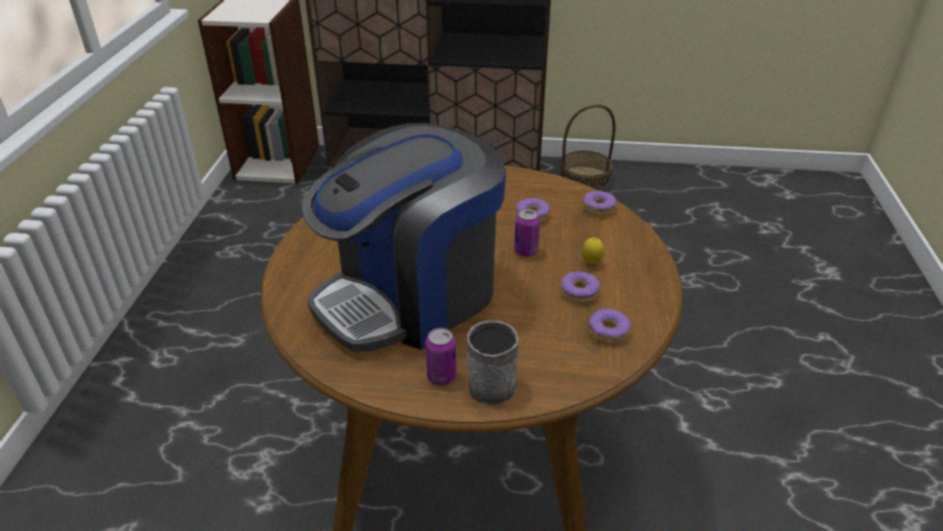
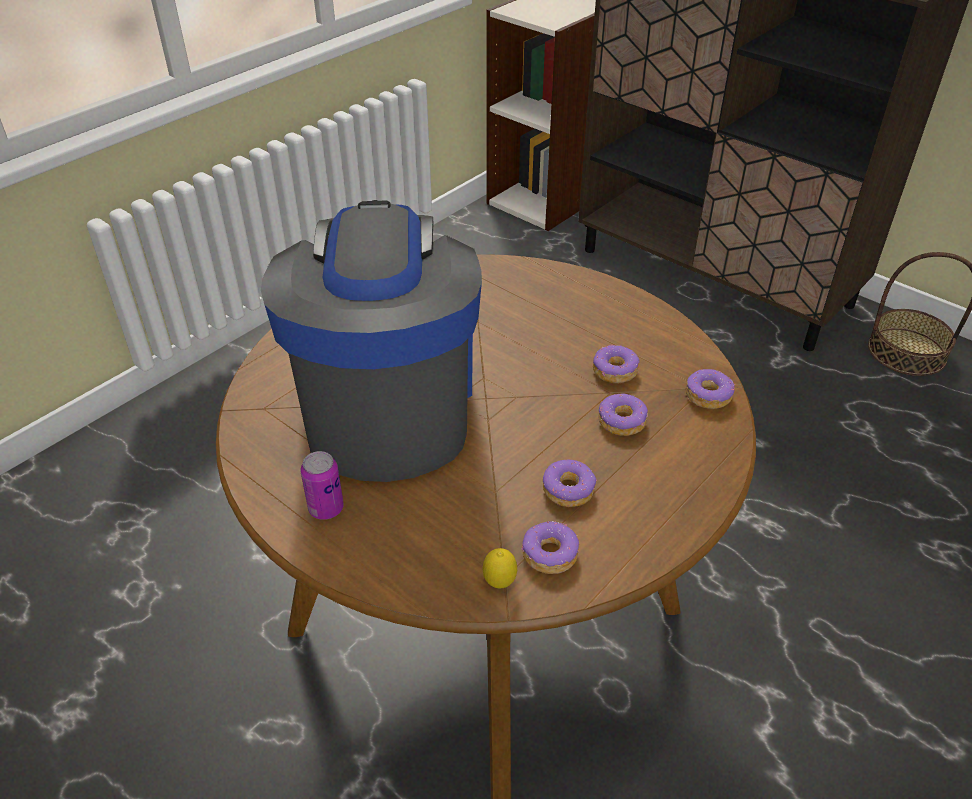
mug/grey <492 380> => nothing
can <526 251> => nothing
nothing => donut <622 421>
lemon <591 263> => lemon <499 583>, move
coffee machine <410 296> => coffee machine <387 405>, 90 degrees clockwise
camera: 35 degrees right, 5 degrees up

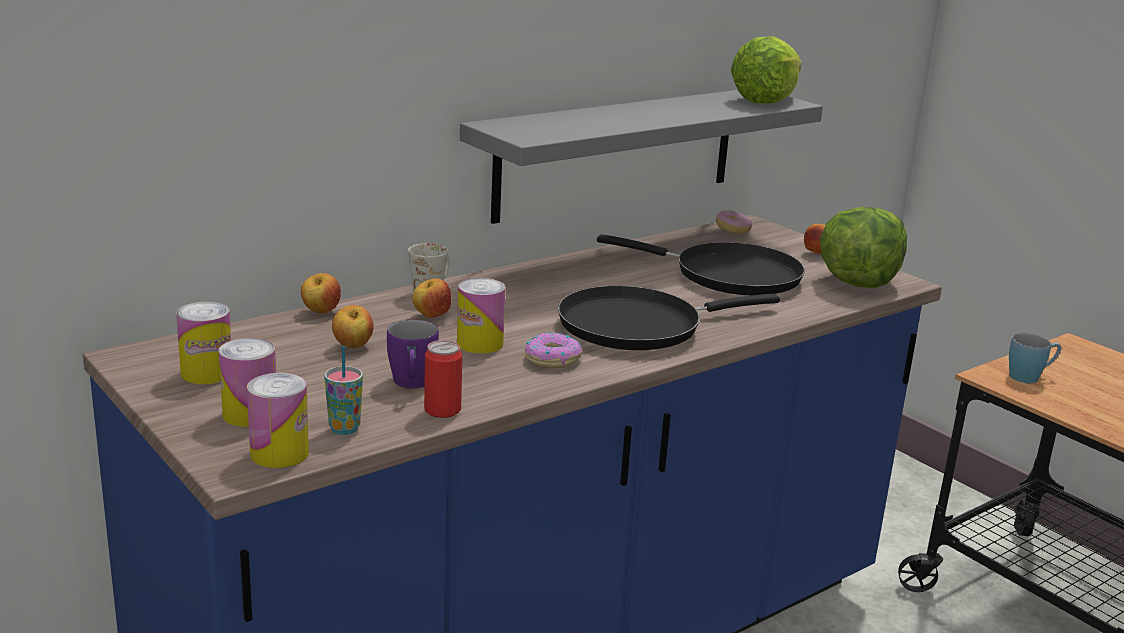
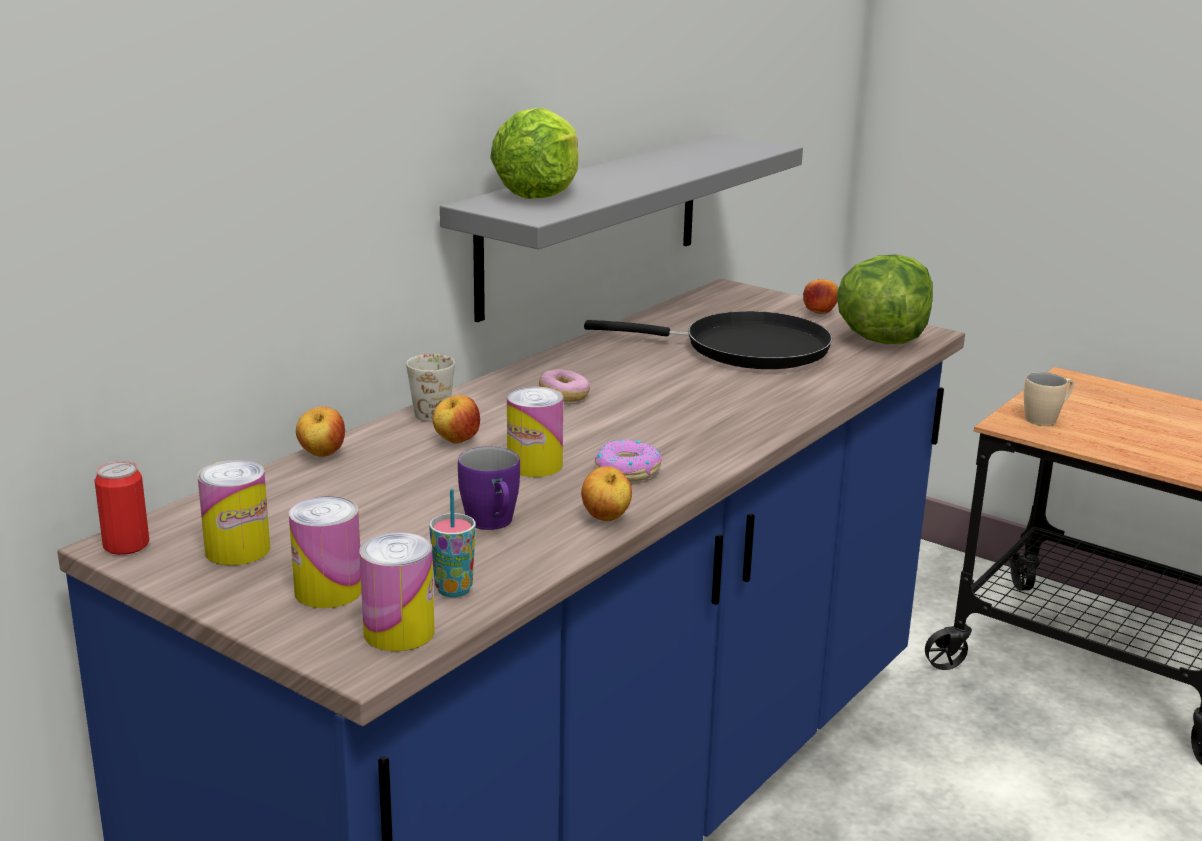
frying pan/black <638 326> => nothing
apple <353 347> => apple <606 519>, move
can <442 410> => can <126 545>, move
donut <732 230> => donut <564 396>, move
lettuce <766 100> => lettuce <540 192>, move
mug/blue <1030 377> => mug/beige <1046 418>
camera: 15 degrees left, 0 degrees up

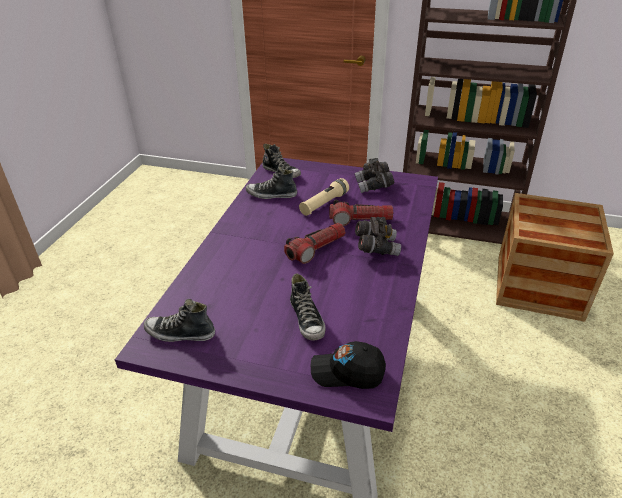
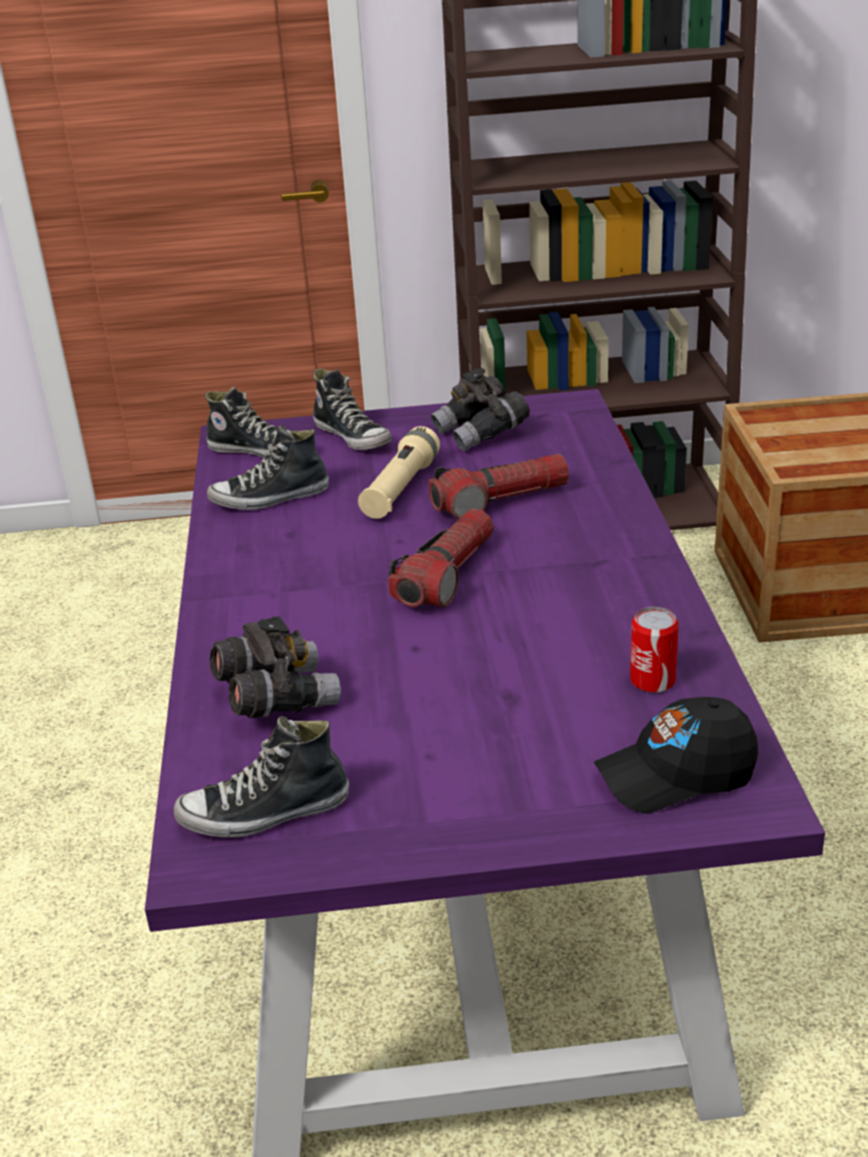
nothing => can <652 680>
shoe <307 320> => shoe <353 437>, move
binoculars/grey <376 247> => binoculars/grey <276 698>, move
camera: 20 degrees left, 5 degrees down

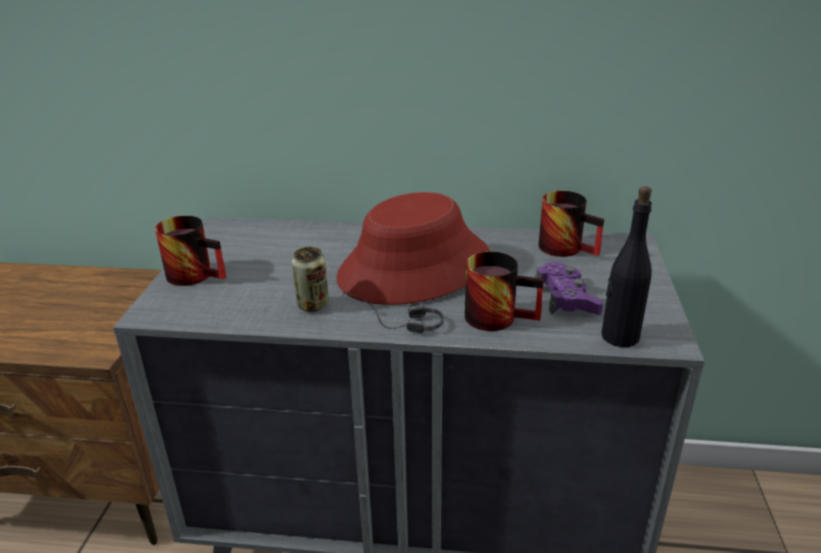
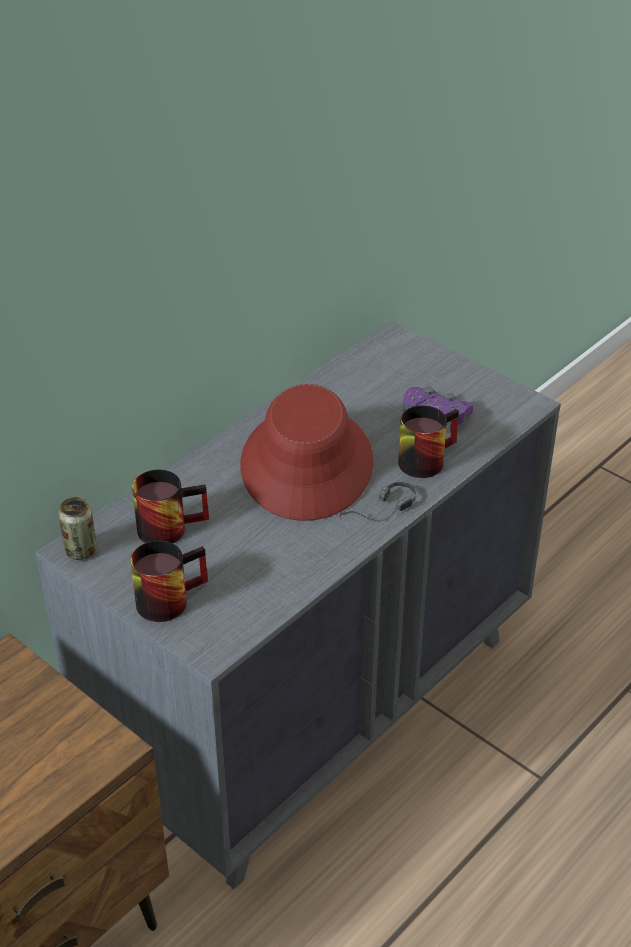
bottle/black <619 336> => nothing
can <313 305> => can <81 551>, move
mug <568 247> => mug <169 525>, move
camera: 55 degrees left, 10 degrees up

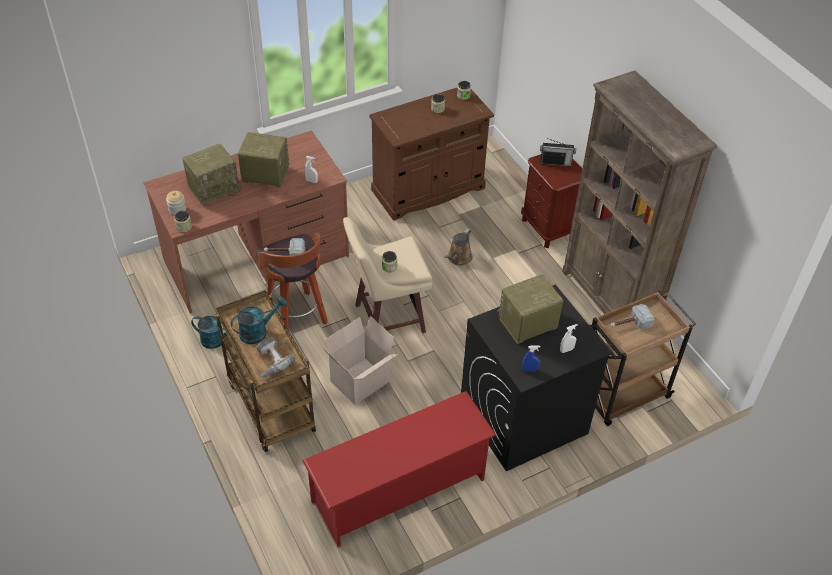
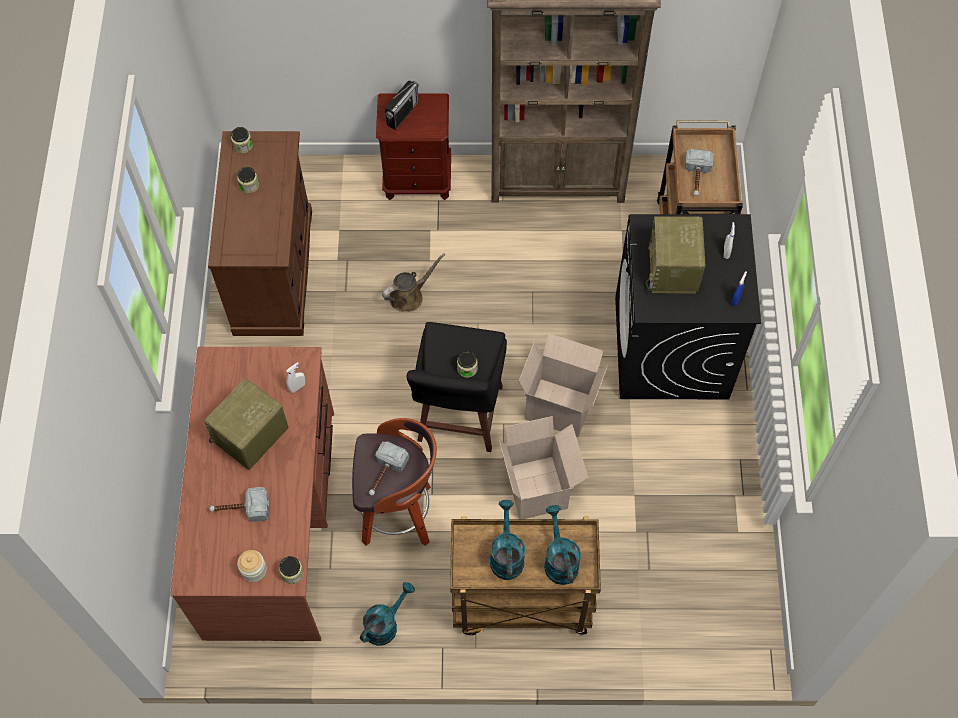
shoe rack/red <399 490> => nothing
nothing => cardboard box <561 406>
radio <214 188> => hammer <240 509>
power drill <270 361> => watering can/turquoise <559 559>
stool/beige <387 318> => stool/black <458 416>
watering can/brown <458 258> => watering can/brown <409 296>, 90 degrees counterclockwise
camera: 60 degrees left, 15 degrees up

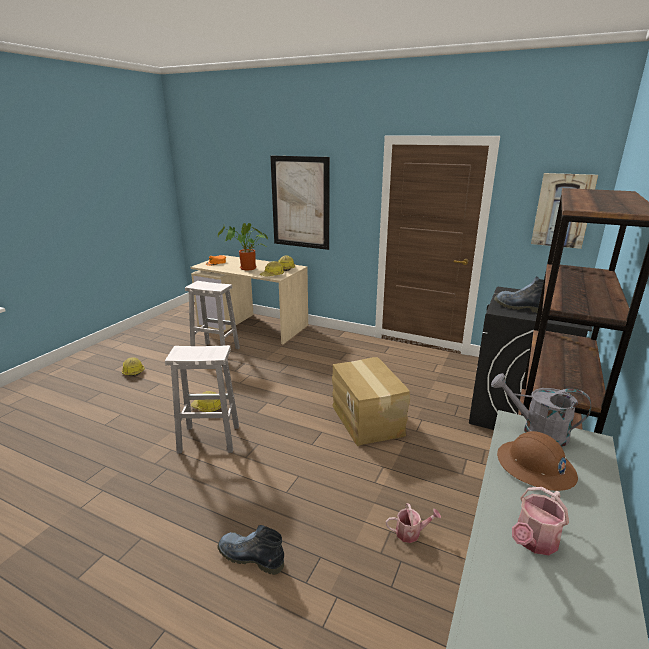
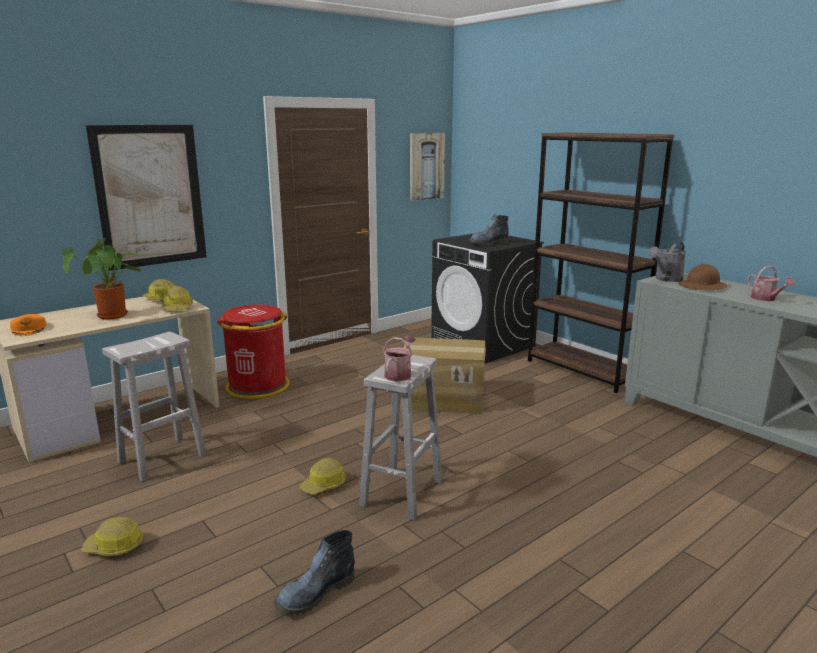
nothing => trash can/red <257 386>
boot <250 556> => boot <315 594>, move
watering can <411 533> => watering can <399 374>, move
camera: 65 degrees left, 5 degrees down

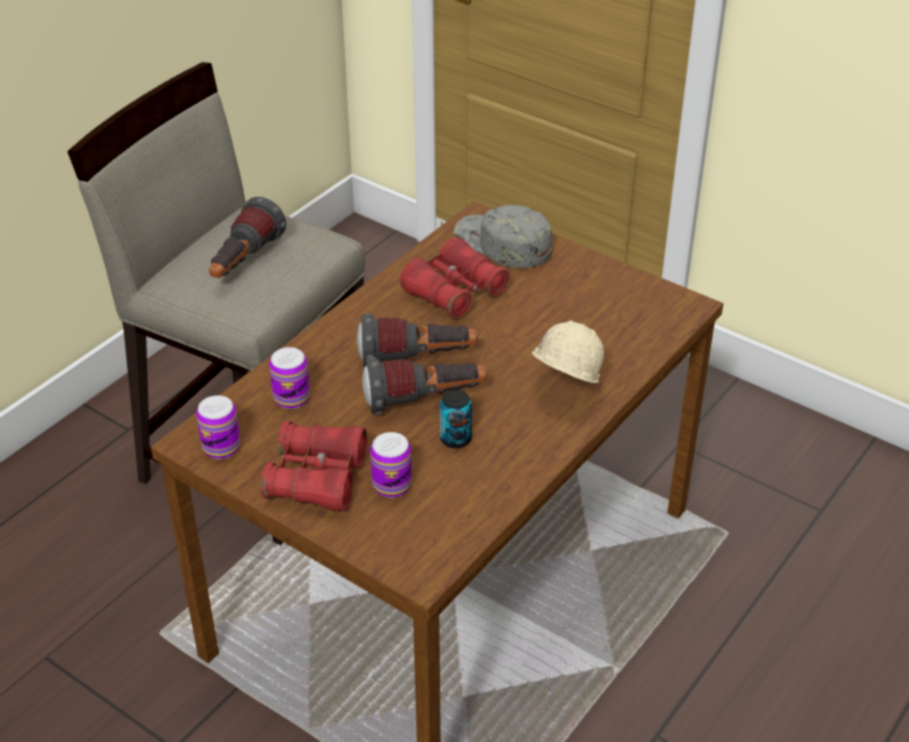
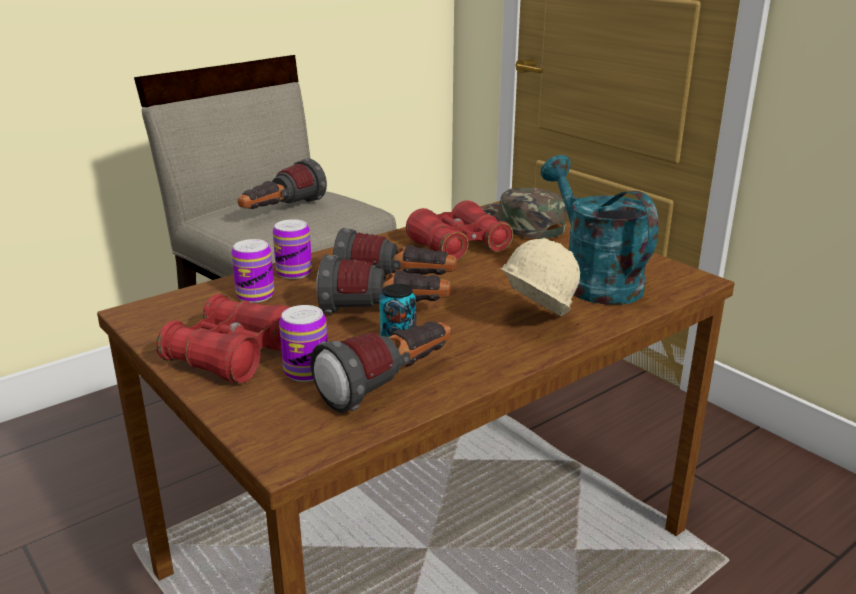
nothing => flashlight <390 385>
nothing => watering can/turquoise <593 280>
can <221 447> => can <294 272>, move
cap/grey <502 244> => cap/green <520 223>
camera: 15 degrees right, 15 degrees down

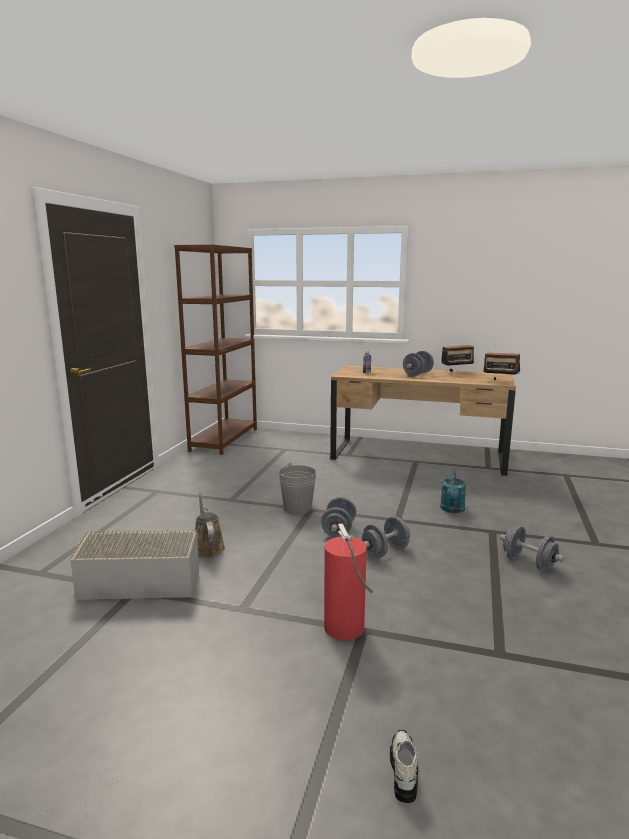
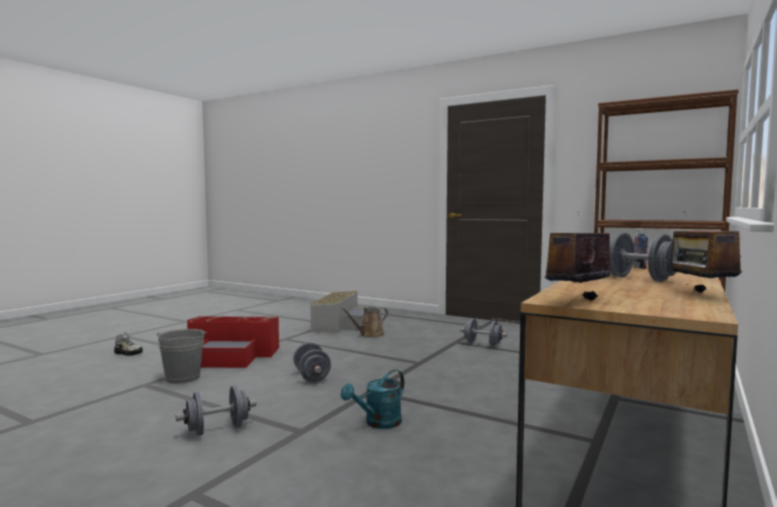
bucket/grey <297 507> => bucket/grey <183 378>, move
dumbbell/grey <338 530> => dumbbell/grey <482 344>, move
fire extinguisher <344 628> => storage box/red <233 355>
watering can/brown <207 547> => watering can/brown <369 335>, 150 degrees clockwise
watering can/turquoise <452 510> => watering can/turquoise <378 423>, 75 degrees counterclockwise
camera: 105 degrees right, 10 degrees down

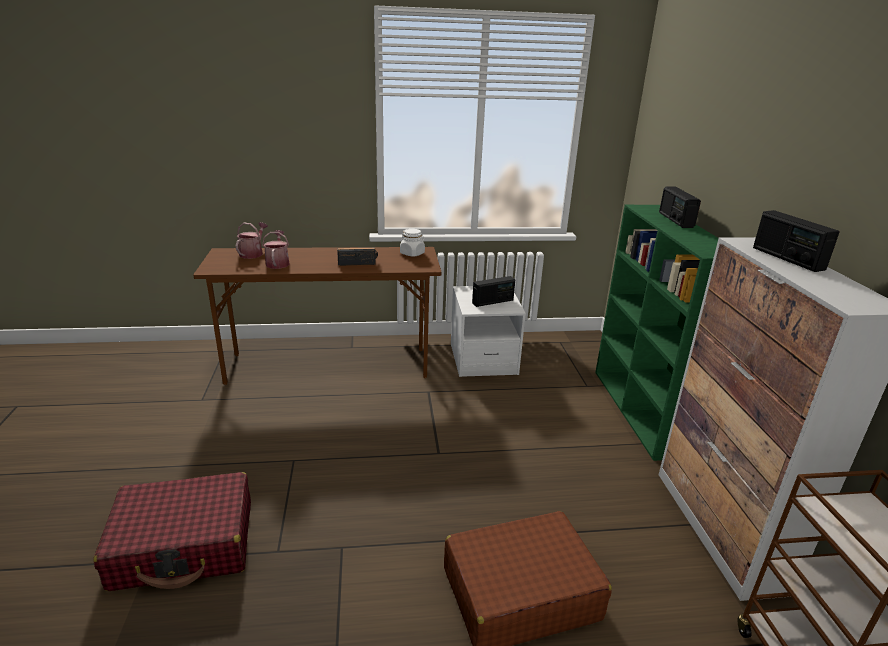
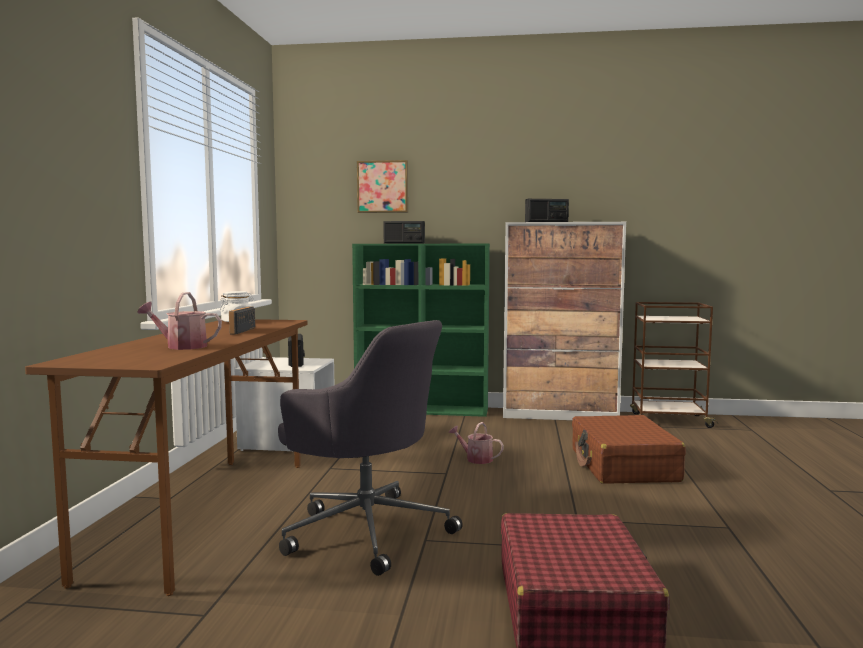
nothing => office chair/grey <366 530>
nothing => picture <383 187>
watering can <253 253> => watering can <476 459>, move
camera: 75 degrees left, 20 degrees down

